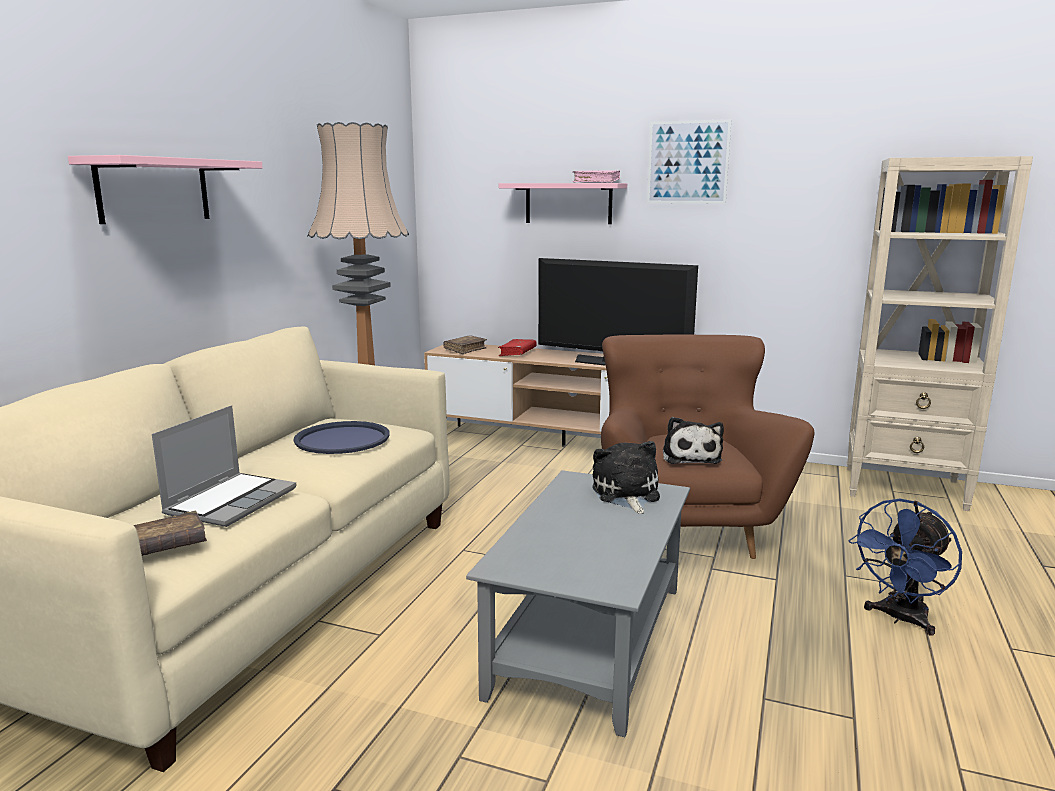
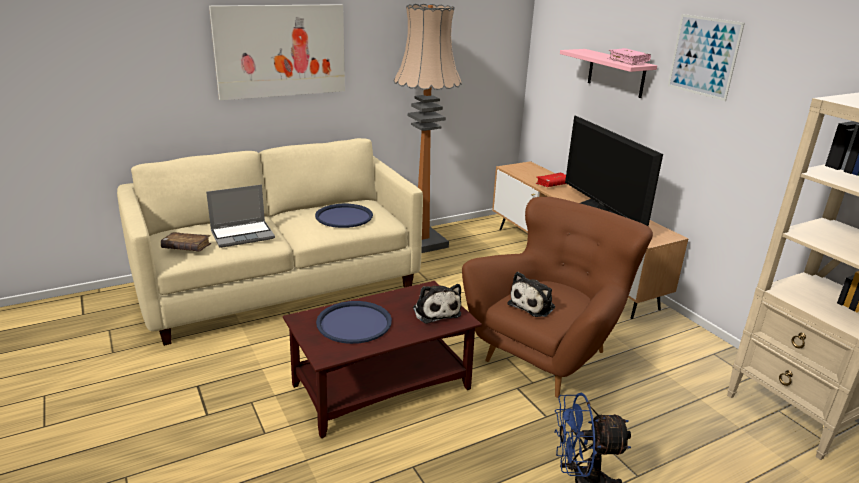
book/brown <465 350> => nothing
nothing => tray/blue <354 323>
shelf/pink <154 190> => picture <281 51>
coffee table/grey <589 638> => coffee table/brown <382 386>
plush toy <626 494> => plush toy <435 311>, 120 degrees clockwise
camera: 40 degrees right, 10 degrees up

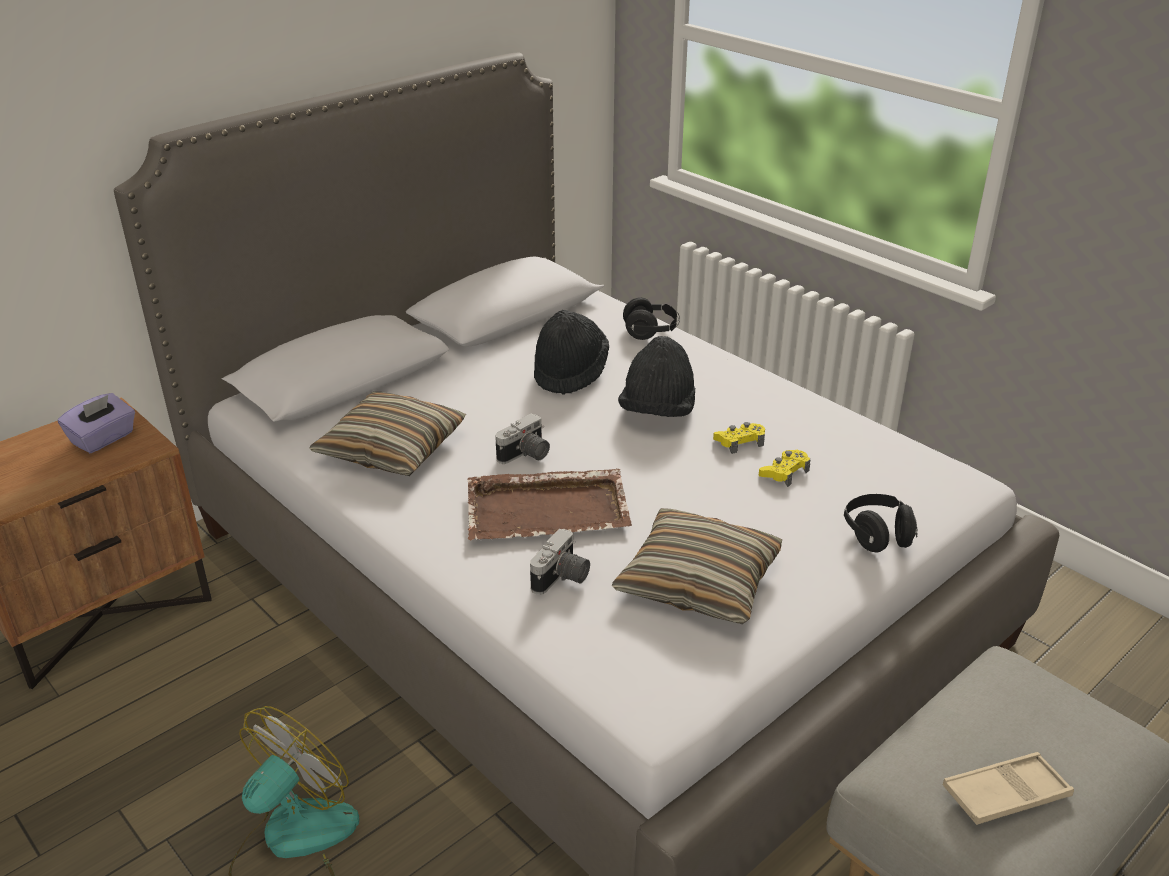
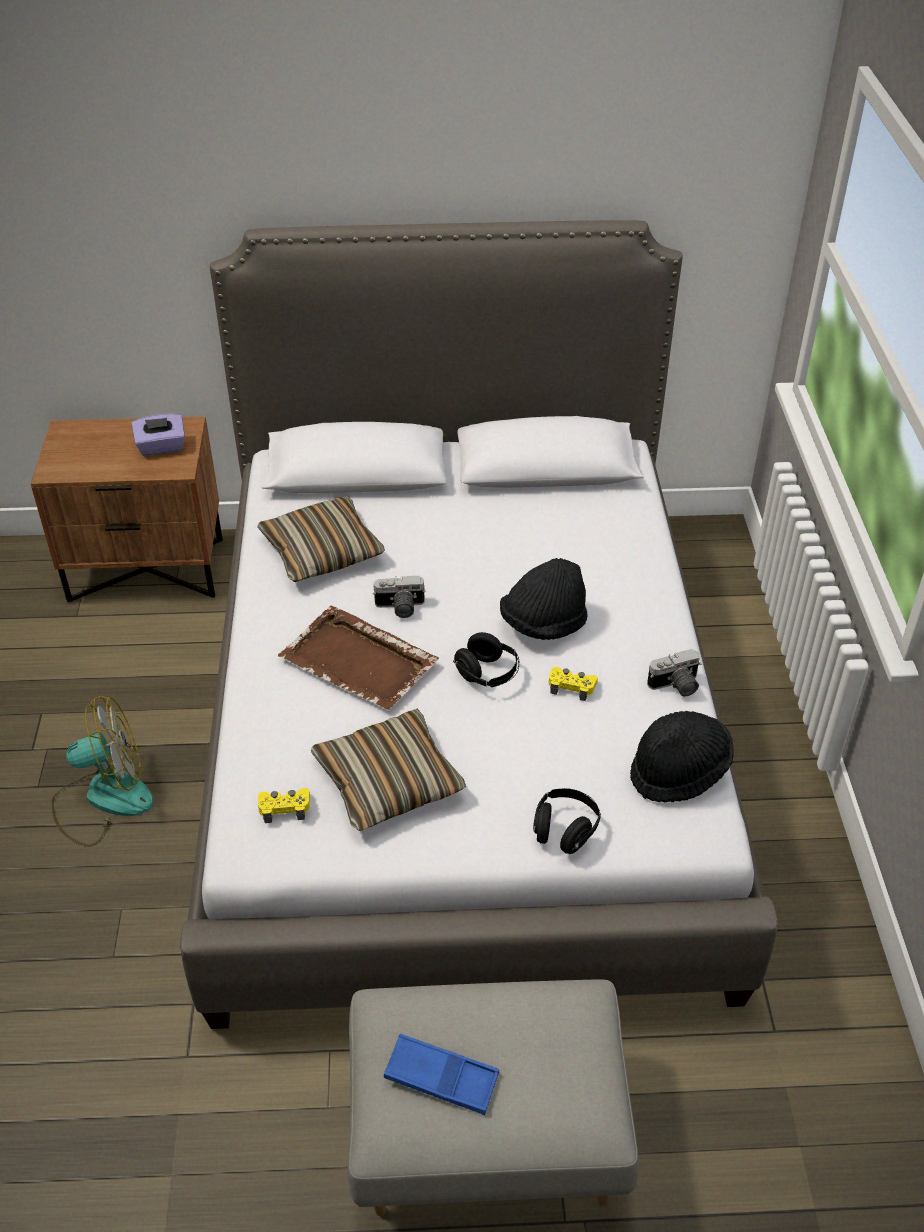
photo camera <562 579> => photo camera <676 686>, move
hat/black <570 372> => hat/black <679 772>, move
headphones/black <651 332> => headphones/black <487 674>, move
game controller/yellow <784 472> => game controller/yellow <284 808>, move
tray/beige <1005 794> => tray/blue <441 1078>
camera: 40 degrees right, 10 degrees up

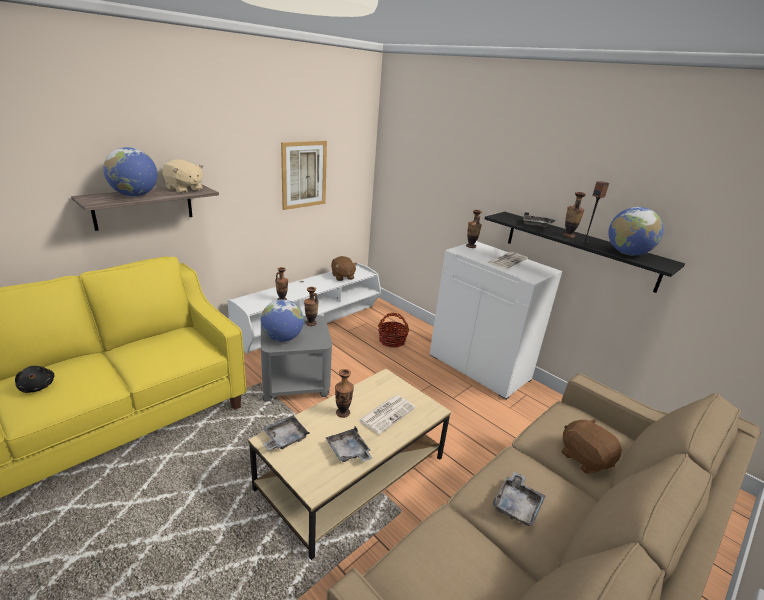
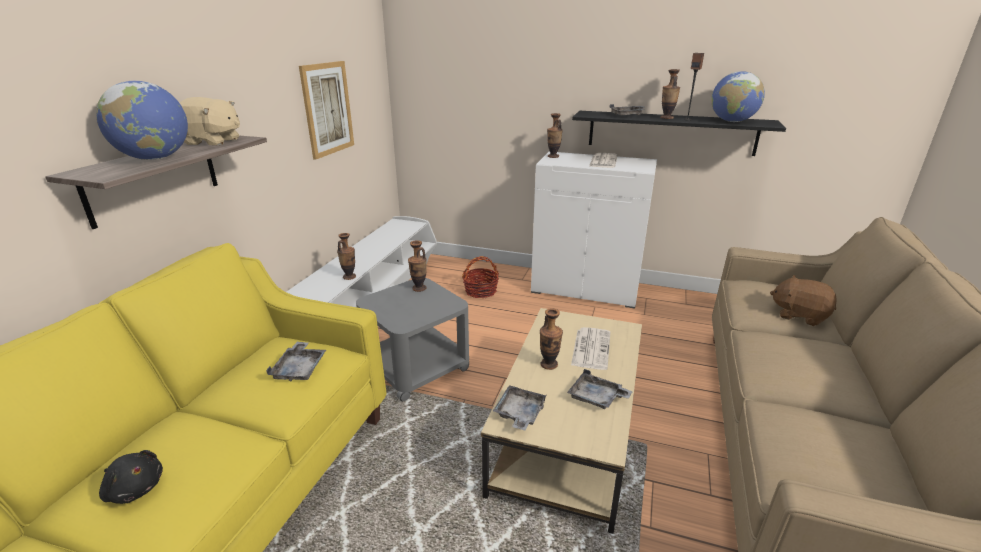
globe <282 338> => nothing
plush toy/brown <342 277> => nothing
tray/grey <517 505> => tray/grey <300 369>, move
camera: 25 degrees left, 0 degrees up

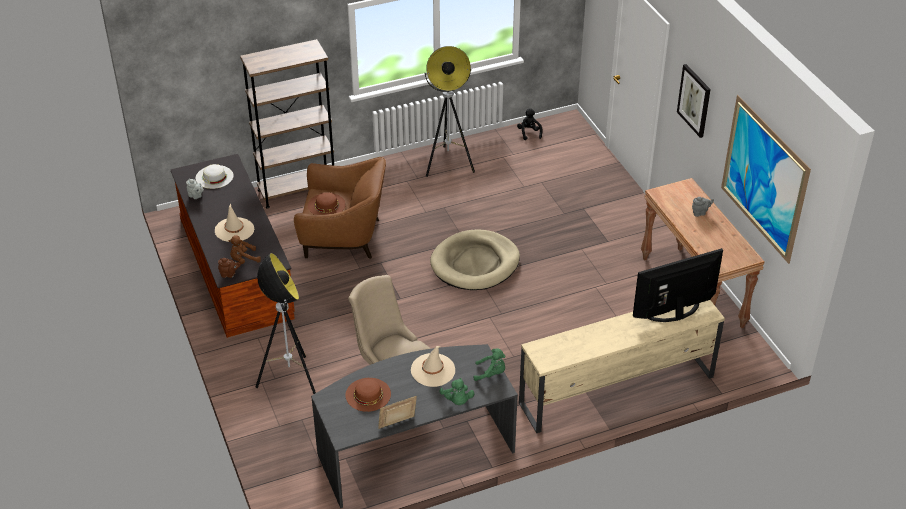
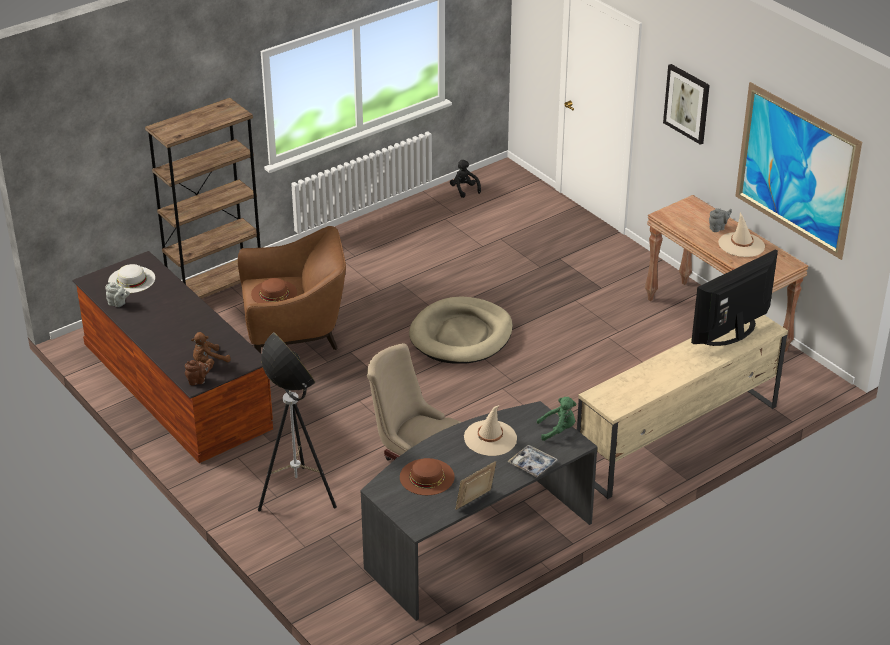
floor lamp <448 164> => nothing
hat/beige <234 230> => hat/beige <741 245>, move
plush toy/green <457 400> => tray <532 465>
camera: 15 degrees left, 5 degrees down

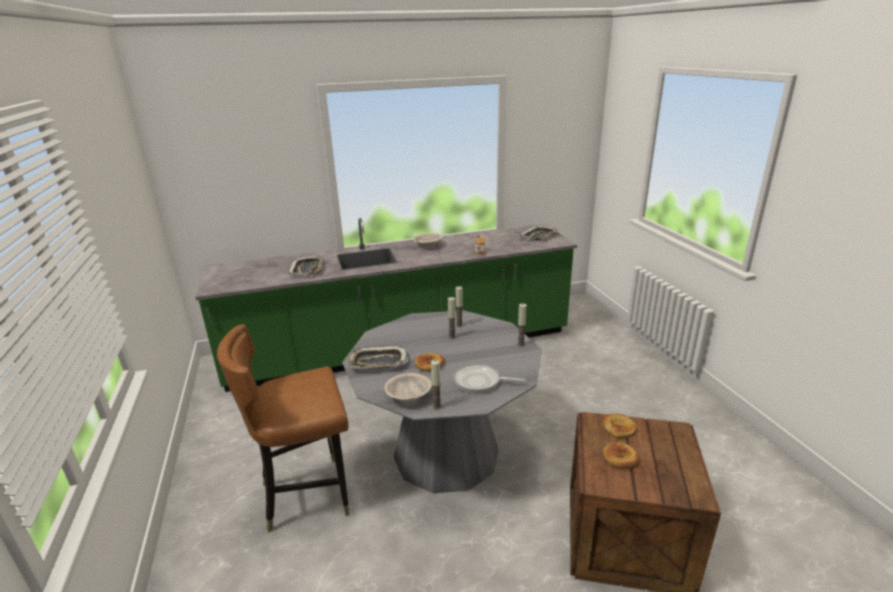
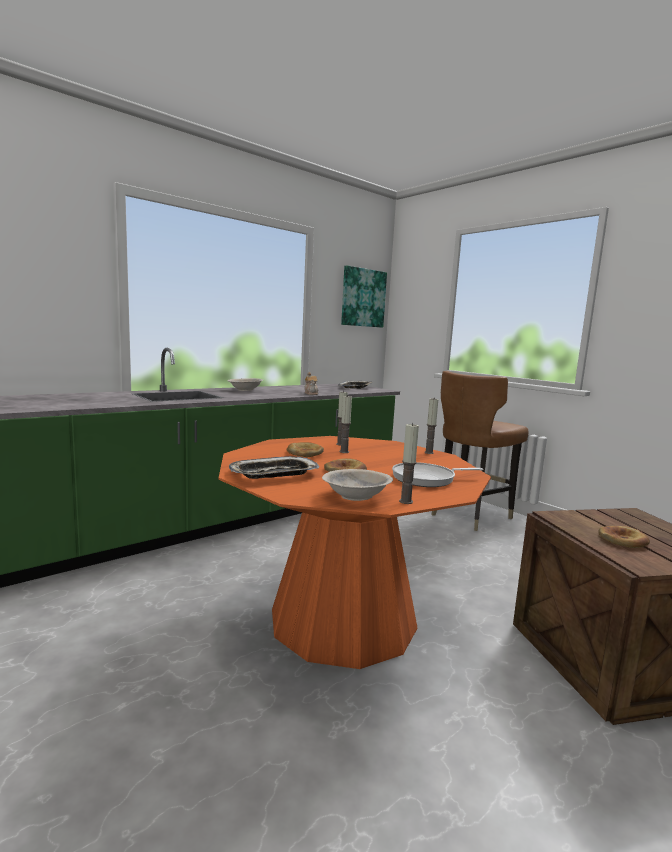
tray <307 269> => nothing
nothing => picture <363 298>
chair/brown <307 494> => chair/brown <469 515>, move
bread <618 428> => bread <304 453>, move
dining table/grey <446 453> => dining table/orange <343 618>
camera: 25 degrees left, 15 degrees down

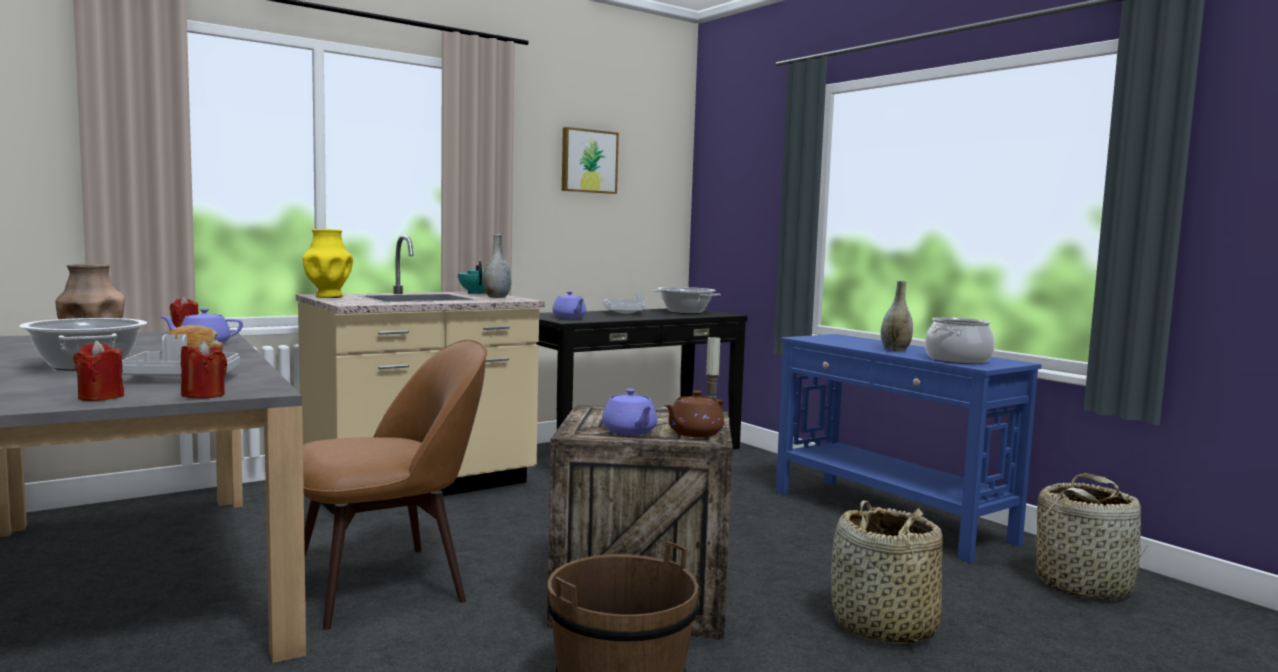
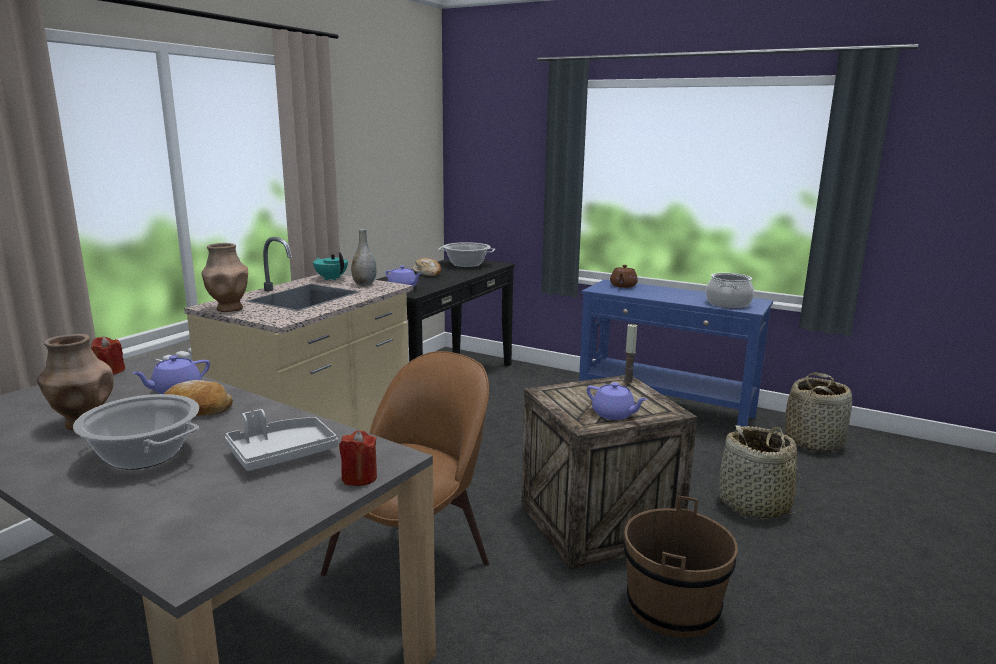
candle/red <100 397> => nothing
picture <588 161> => nothing
vase/grey <895 350> => nothing
teapot/brown <694 433> => teapot/brown <623 286>, move
tray/grey <624 313> => bread <428 273>
vase/yellow <328 297> => vase/brown <229 309>
camera: 25 degrees left, 10 degrees up

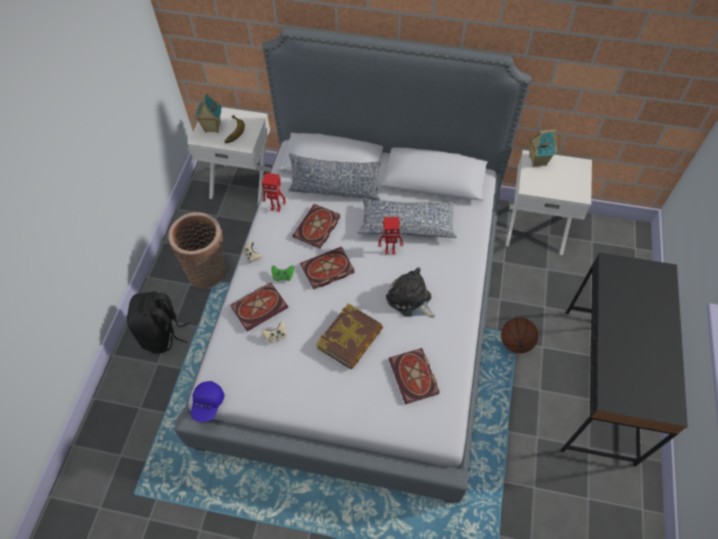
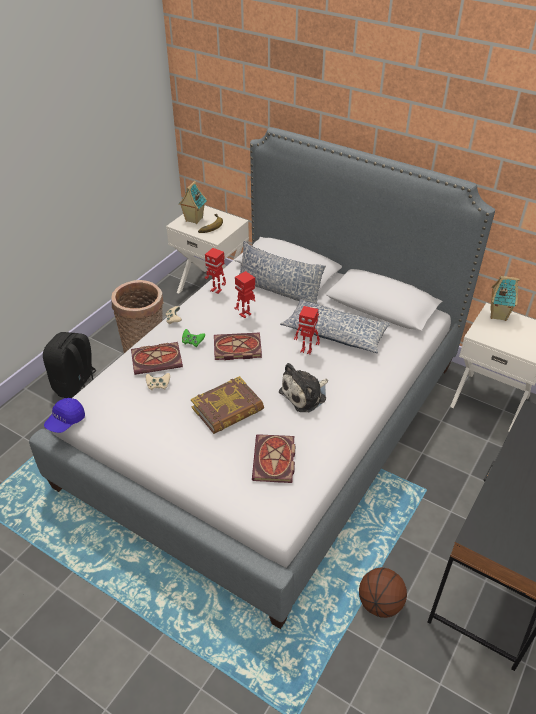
basketball <516 342> => basketball <380 603>, move
book <317 228> => toy robot <245 314>
plush toy <410 300> => plush toy <305 395>, 105 degrees counterclockwise
camera: 20 degrees right, 15 degrees down

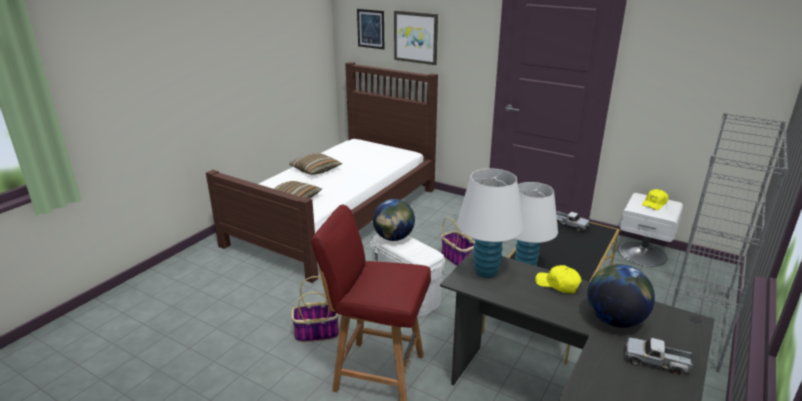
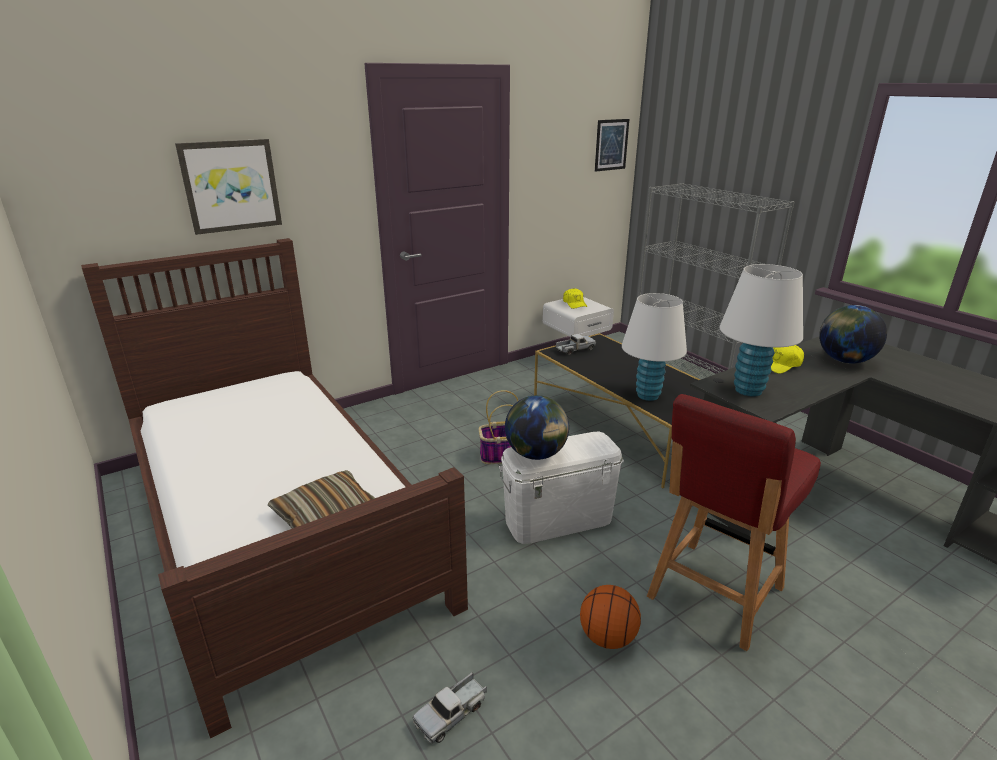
pillow <315 170> => nothing
picture <371 29> => picture <611 145>, move
toy truck <656 362> => toy truck <452 713>, move
basket <316 333> => basketball <607 637>
camera: 65 degrees left, 0 degrees up

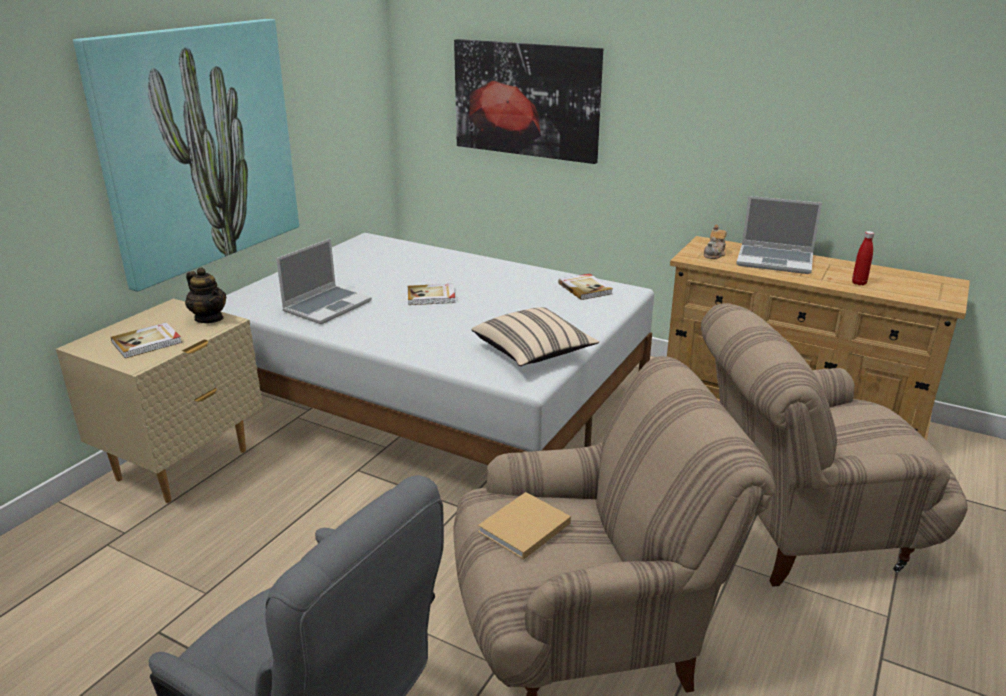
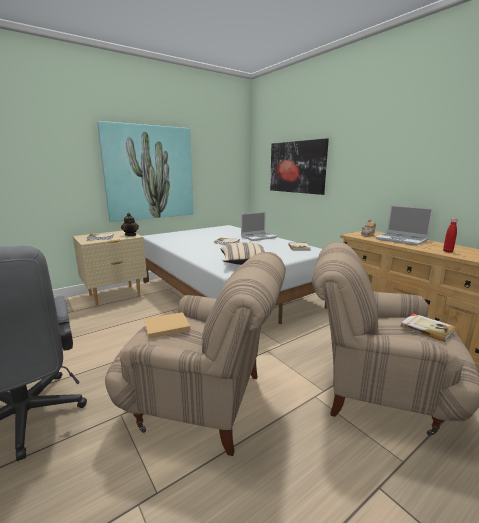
nothing => book <426 328>
laptop <327 306> => laptop <258 237>, move
camera: 25 degrees right, 10 degrees down

